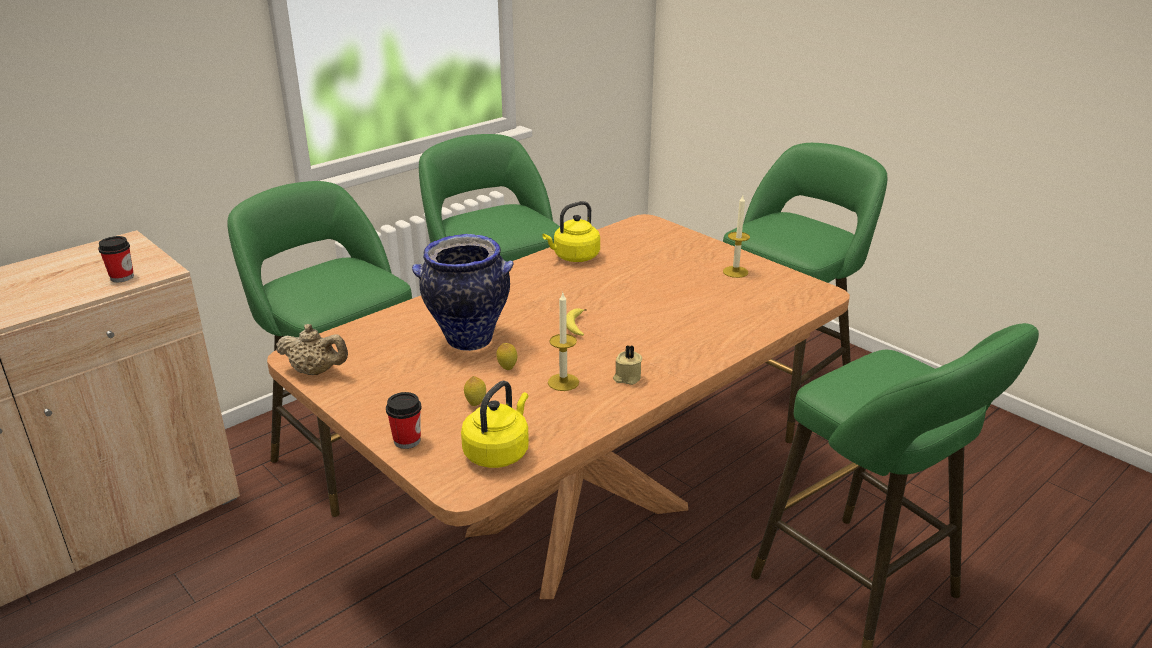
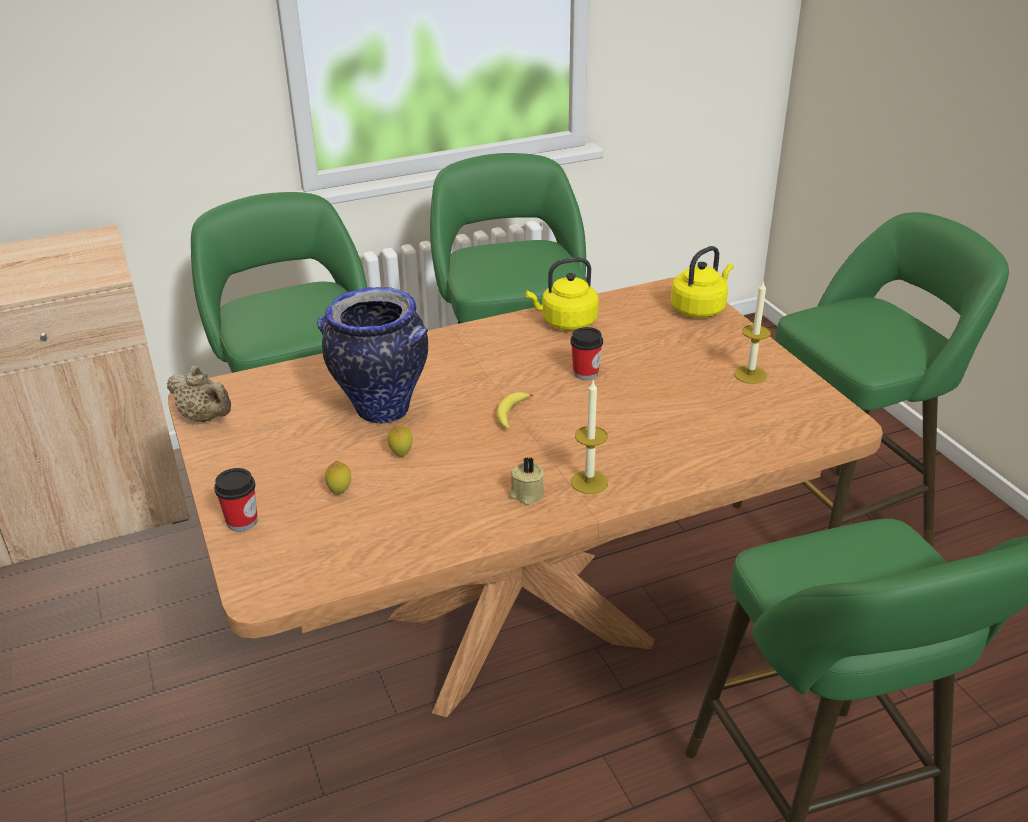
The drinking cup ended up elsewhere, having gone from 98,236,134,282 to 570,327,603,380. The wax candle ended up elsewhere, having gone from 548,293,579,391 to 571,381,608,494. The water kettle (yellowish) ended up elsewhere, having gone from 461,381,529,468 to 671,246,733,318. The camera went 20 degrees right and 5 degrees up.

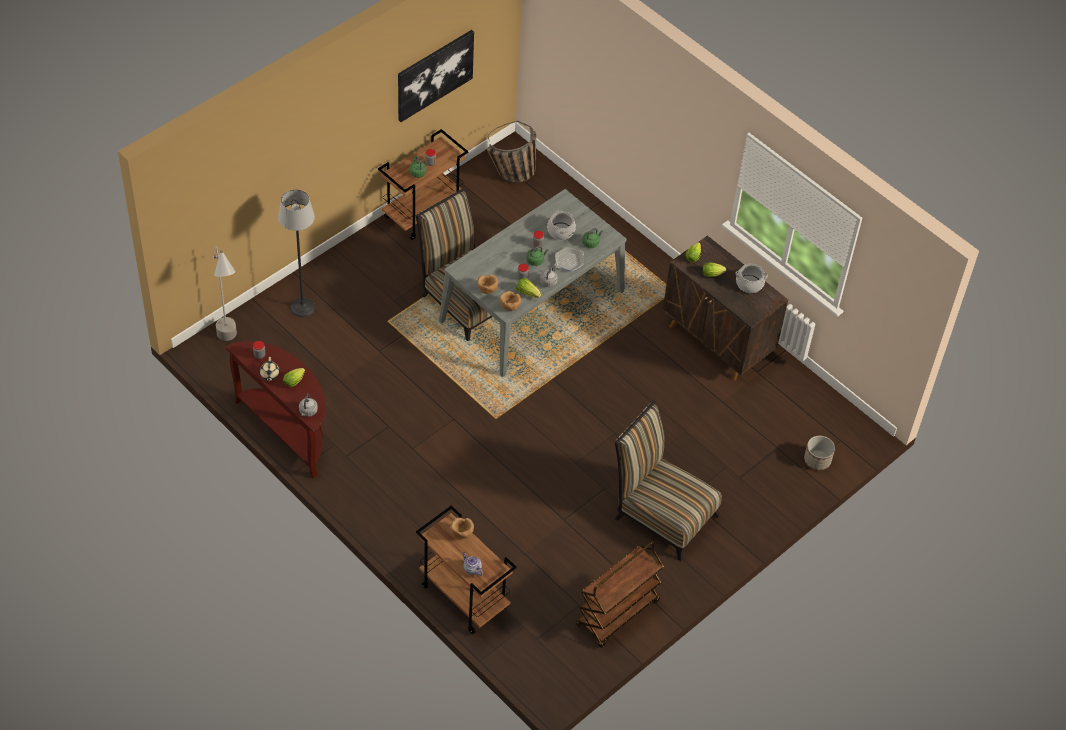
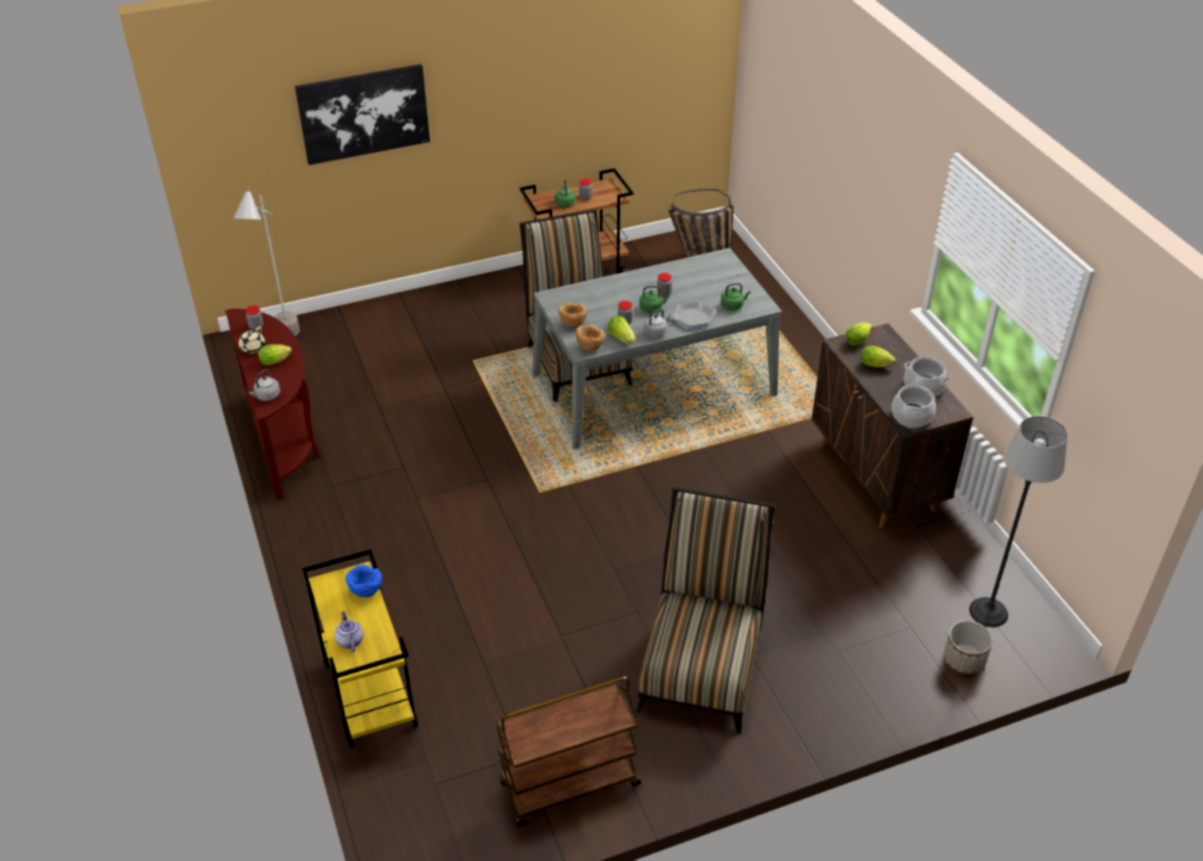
The picture ended up elsewhere, having gone from 398,30,474,122 to 295,64,430,165. The floor lamp ended up elsewhere, having gone from 278,189,315,317 to 969,416,1068,627. The cooking pot ended up elsewhere, having gone from 547,210,576,240 to 892,383,936,428. The plain chair at 615,400,722,561 ended up facing another way, 45 degrees clockwise from before. What was the wheeled cart (brown) at 416,505,517,634 turned into the wheeled cart (yellowish) at 302,550,418,748. What was the deep dish (brown) at 451,518,474,539 turned into the deep dish (bluish) at 346,565,382,597. The camera went 25 degrees right and 10 degrees down.

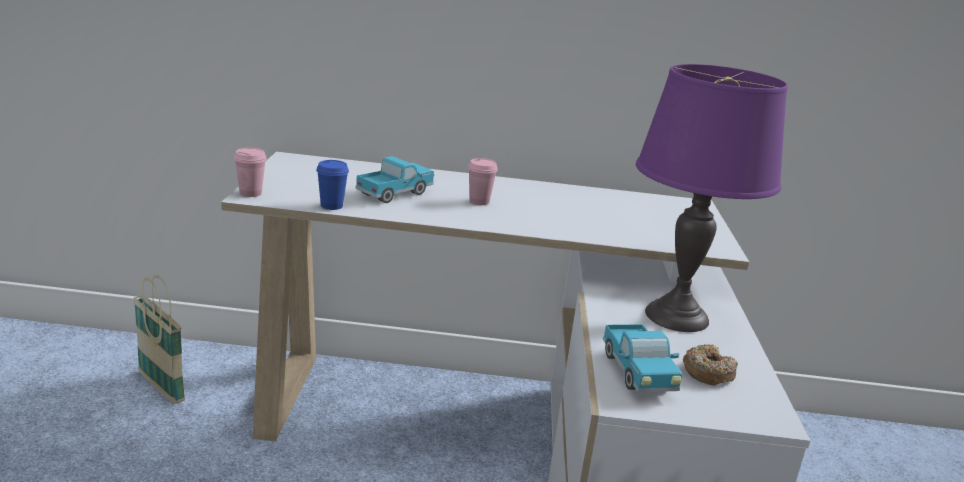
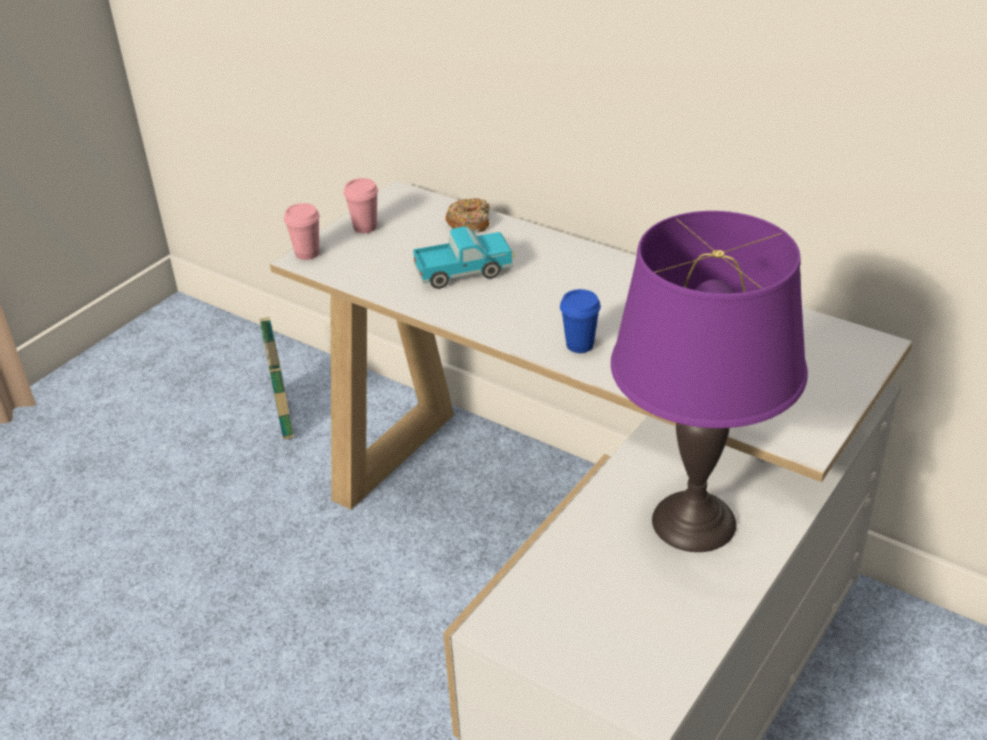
The drinking cup (pinkish) ended up elsewhere, having gone from 468,158,498,205 to 344,178,378,233. The drinking cup (bluish) ended up elsewhere, having gone from 316,160,349,210 to 560,289,601,353. The second view lost the model truck at 603,324,682,392. The doughnut ended up elsewhere, having gone from 683,344,738,386 to 446,198,490,232. The camera went 35 degrees right and 15 degrees up.

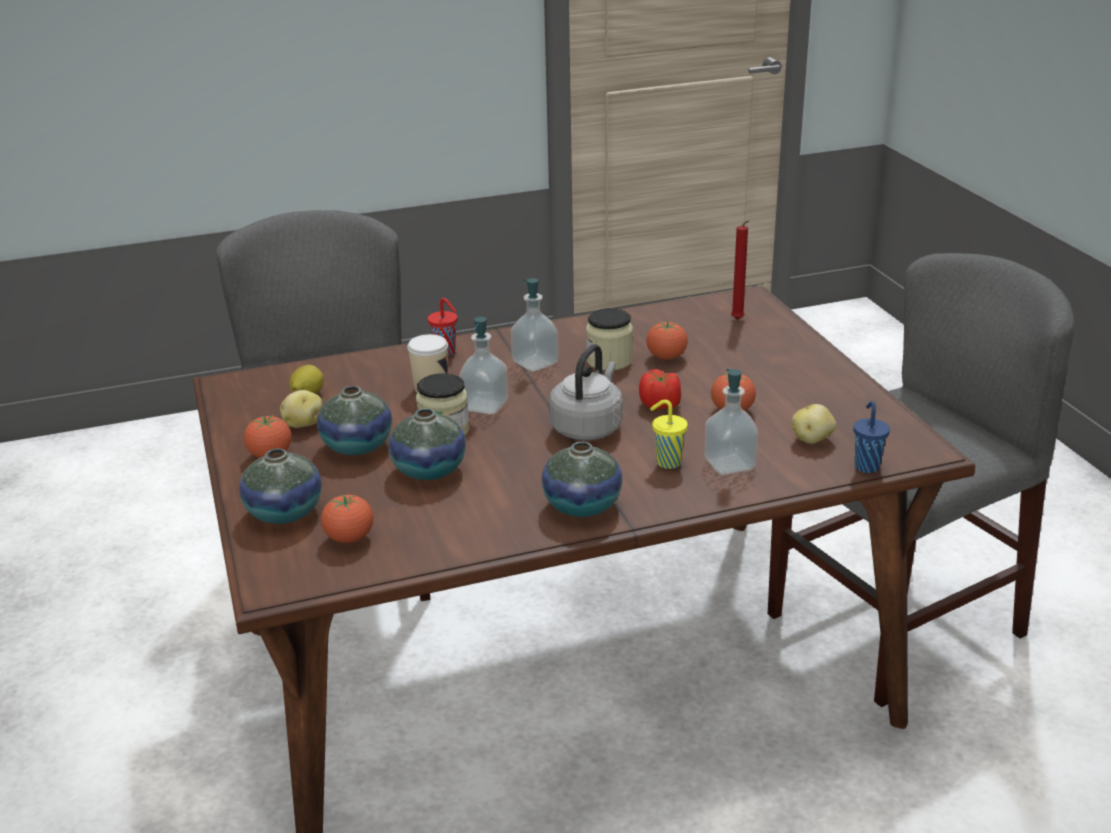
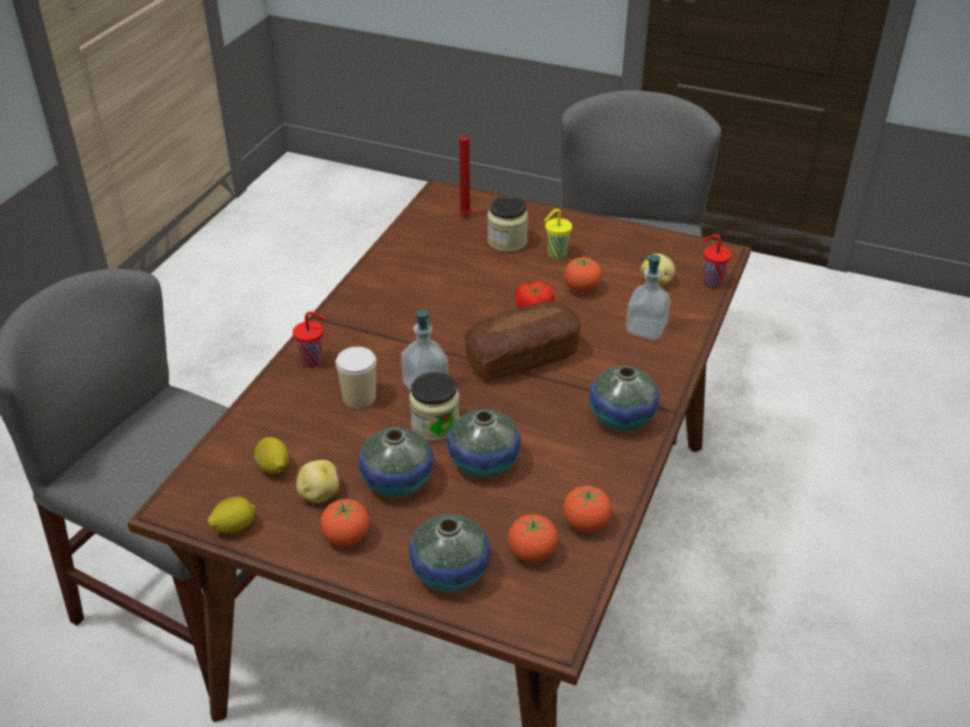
The second view lost the liquid soap bottle at 510,278,559,372. The jar ended up elsewhere, having gone from 586,308,633,371 to 487,196,528,252. The whole tomato ended up elsewhere, having gone from 646,321,688,360 to 563,486,612,533. Where the water kettle (grey) stood at 549,344,623,441, the bread came to stand at 465,301,581,380. The drinking cup (yellowish) ended up elsewhere, having gone from 650,400,688,469 to 545,209,572,259. What was the drinking cup (bluish) at 853,401,890,473 turned into the drinking cup (red-coloured) at 703,234,732,288. The second view gained the citrus fruit at 207,497,256,534. The camera went 50 degrees left and 10 degrees up.

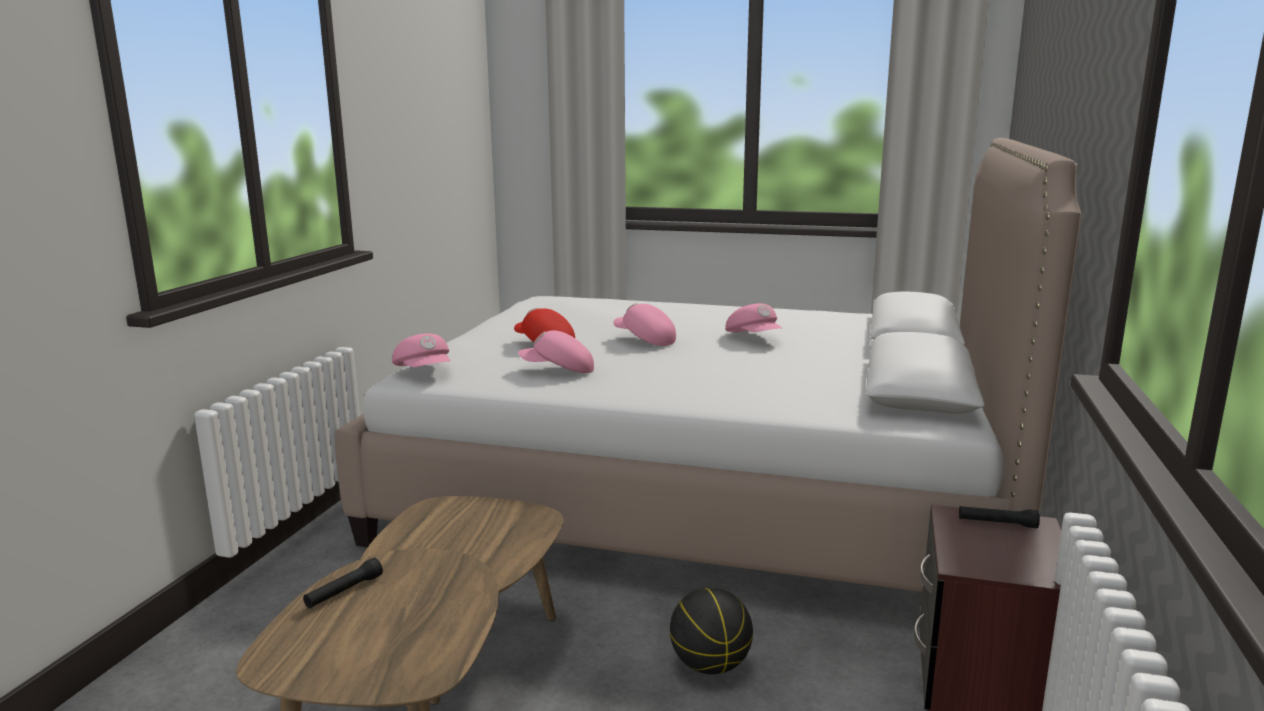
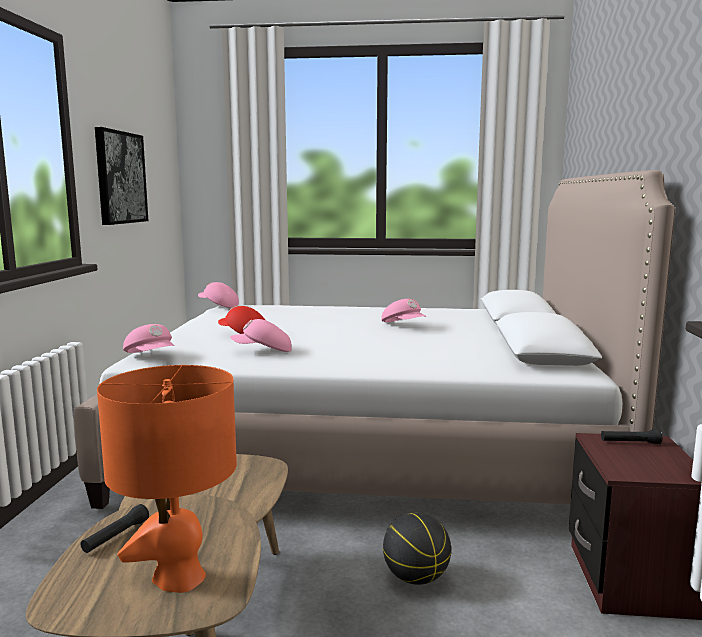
The baseball cap (pinkish) ended up elsewhere, having gone from 613,303,676,346 to 198,282,239,308. The second view gained the picture at 95,127,148,225. The second view gained the lamp for a table (orangey) at 97,365,237,593. The camera went 10 degrees left and 5 degrees down.

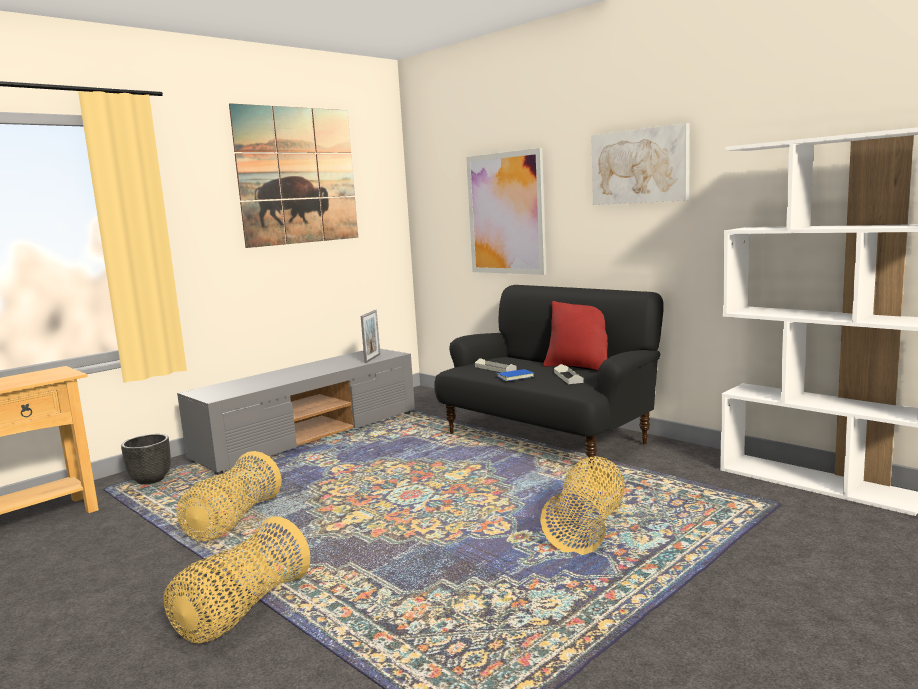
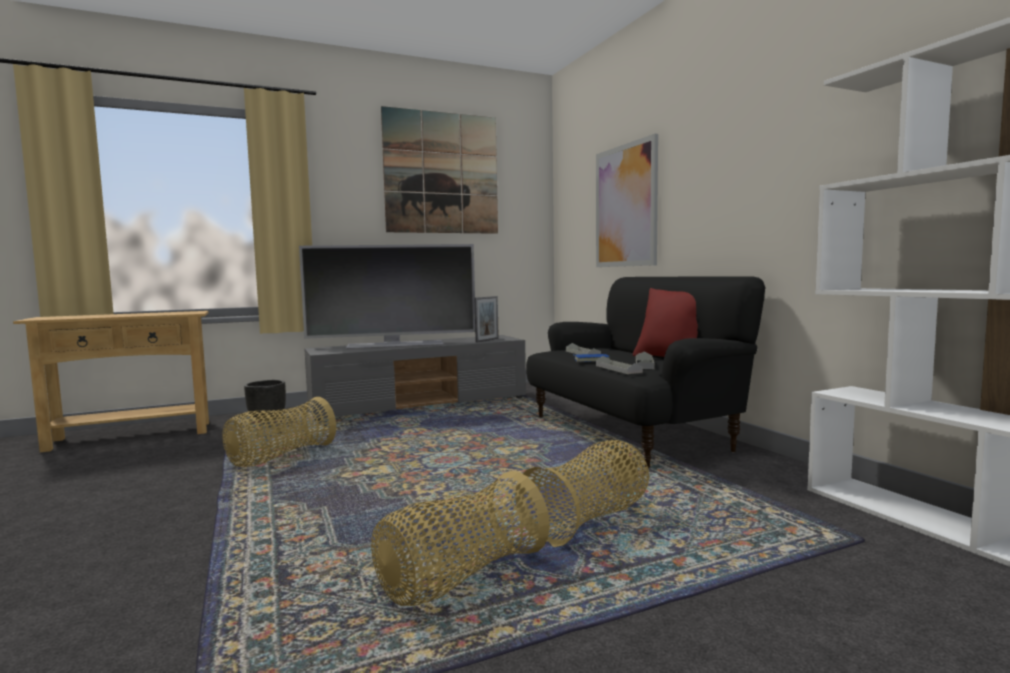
The second view lost the picture at 591,123,690,205. The household basket ended up elsewhere, having gone from 163,516,310,643 to 371,471,550,606. The second view gained the television at 299,244,475,349. The second view gained the carrying tray (grey) at 596,356,643,374. The camera went 20 degrees right and 5 degrees down.

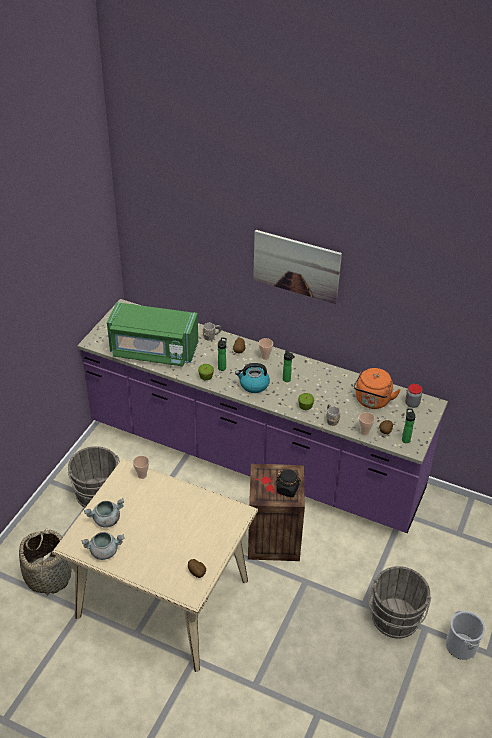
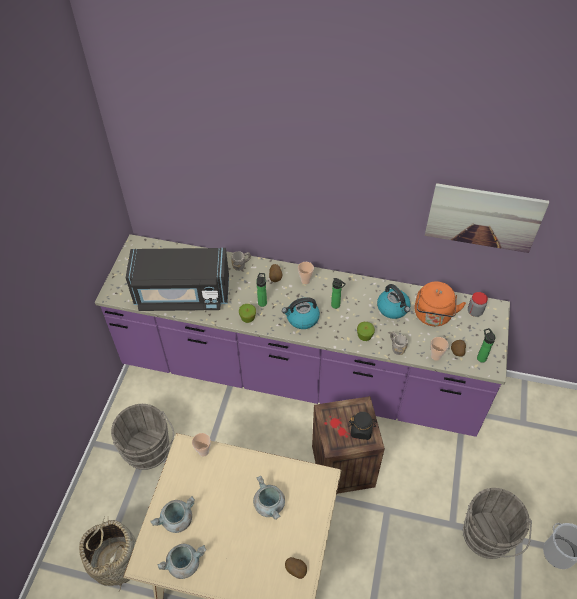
The picture ended up elsewhere, having gone from 253,230,342,304 to 425,183,549,253. What was the microwave (green) at 107,302,198,366 turned into the microwave (black) at 126,248,229,311. The second view gained the water kettle at 377,284,410,319. The second view gained the cooking pot (grey) at 253,476,285,520. The camera went 10 degrees left and 10 degrees up.

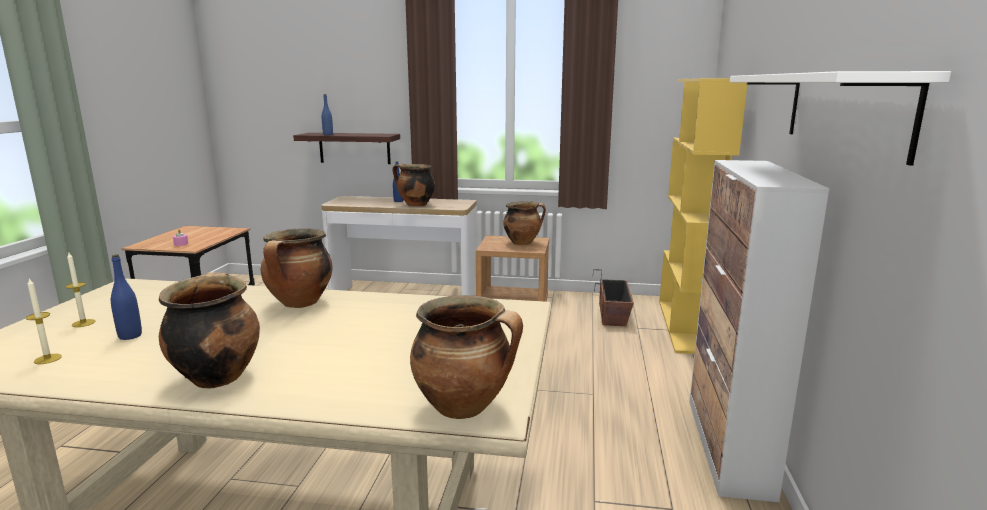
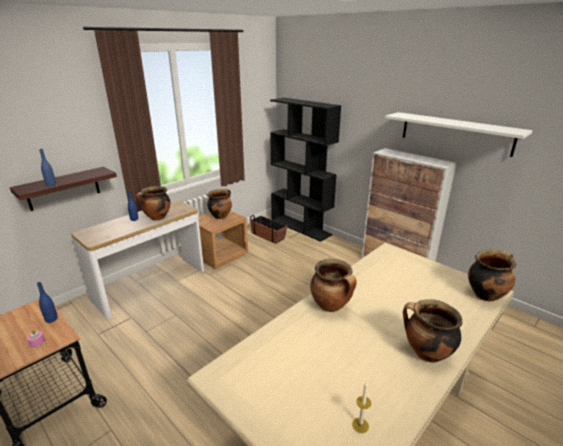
What was the bookcase (yellowish) at 659,78,747,354 turned into the bookcase (black) at 270,98,341,242. The second view lost the wax candle at 65,253,96,327. The bottle (bluish) ended up elsewhere, having gone from 111,254,142,340 to 37,282,58,323. The camera went 55 degrees left and 10 degrees up.

